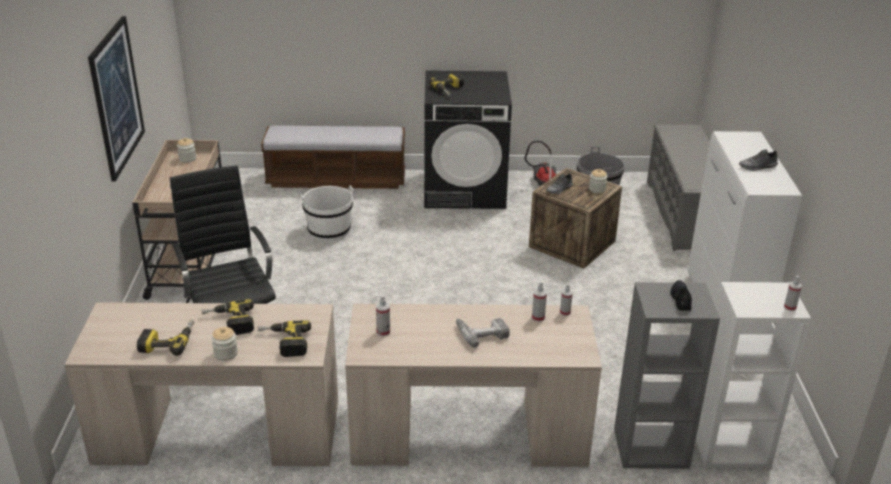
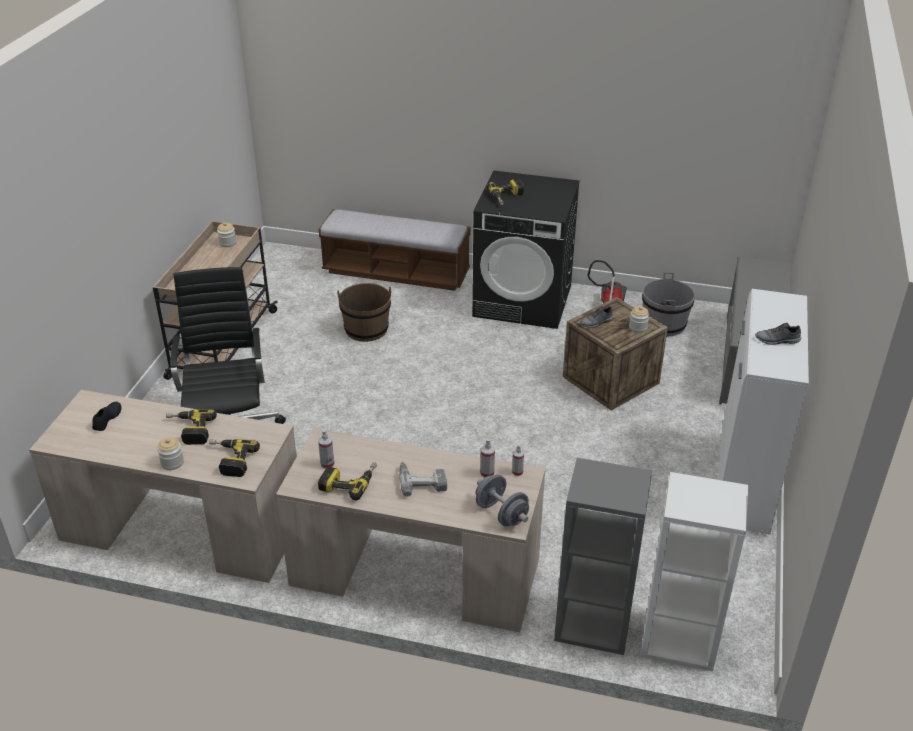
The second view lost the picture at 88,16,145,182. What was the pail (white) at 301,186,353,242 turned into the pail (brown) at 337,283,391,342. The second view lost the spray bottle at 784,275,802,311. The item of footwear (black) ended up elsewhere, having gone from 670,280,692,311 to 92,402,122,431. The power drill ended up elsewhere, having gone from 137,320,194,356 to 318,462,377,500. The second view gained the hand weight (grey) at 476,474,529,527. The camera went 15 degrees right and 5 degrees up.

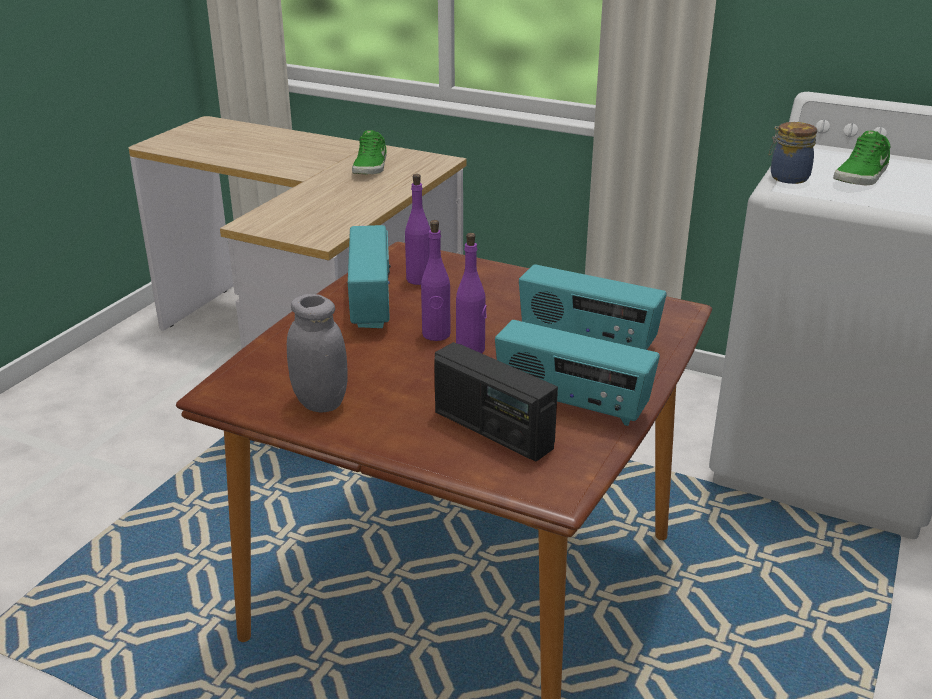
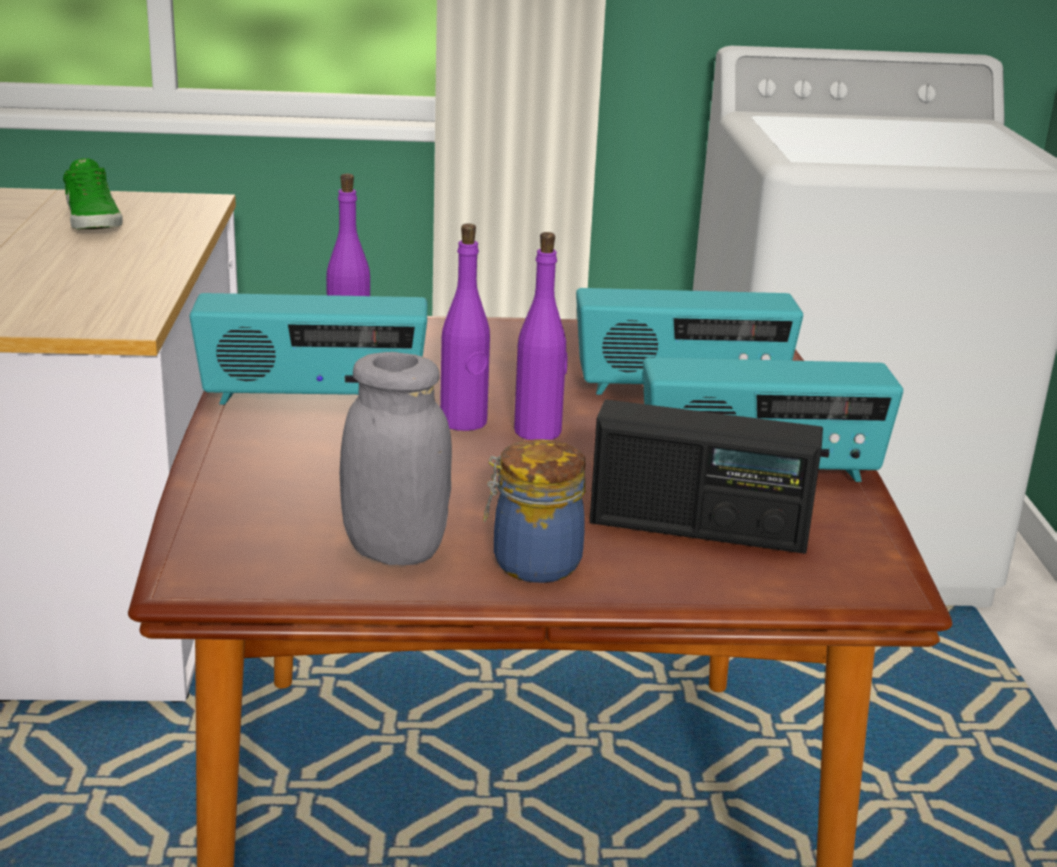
The jar ended up elsewhere, having gone from 769,122,817,184 to 484,439,585,583. The second view lost the item of footwear (green) at 833,131,890,185. The radio at 348,225,391,328 ended up facing another way, 120 degrees clockwise from before. The camera went 30 degrees left and 5 degrees down.

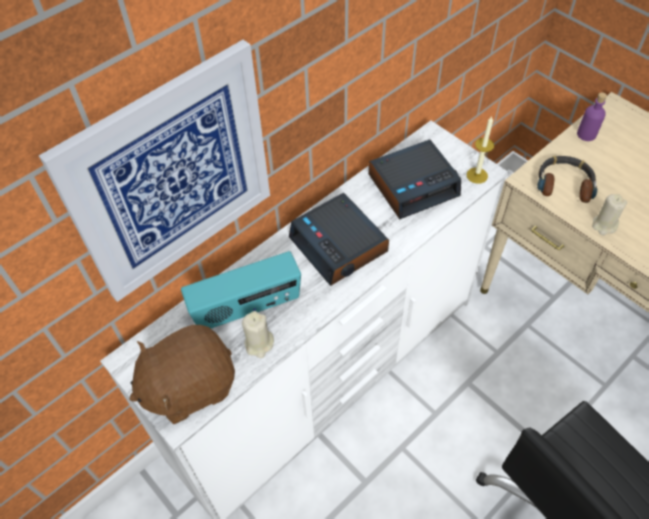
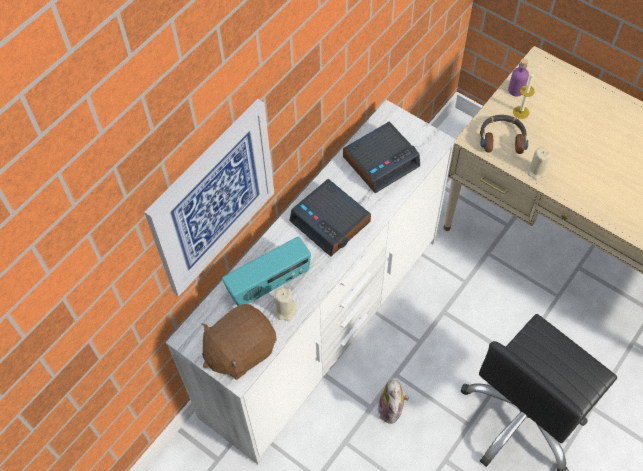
The wax candle ended up elsewhere, having gone from 466,116,494,184 to 513,72,535,119. The second view gained the soft toy at 378,378,409,424. The camera went 10 degrees left and 5 degrees up.

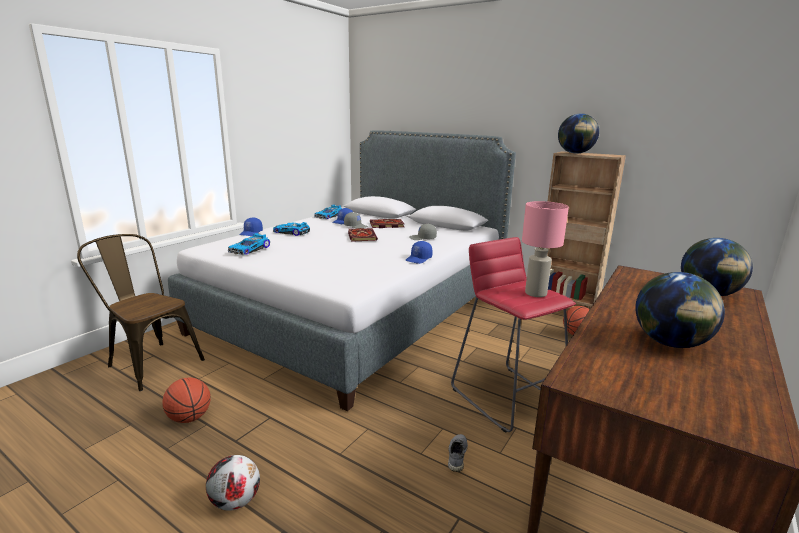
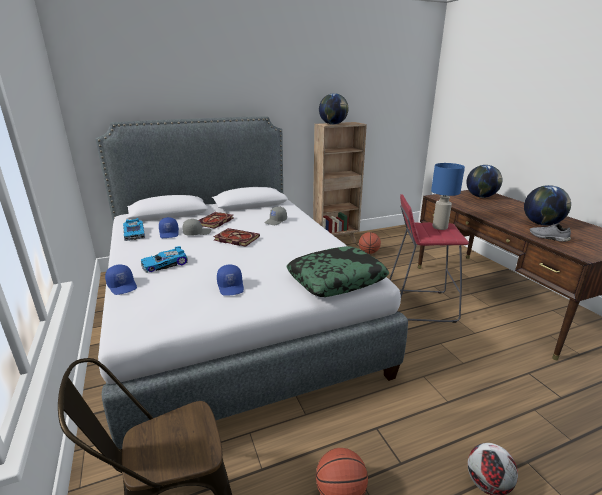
What was the lamp for a table (pinkish) at 522,201,569,297 turned into the lamp for a table (bluish) at 431,163,465,230. The second view lost the model car at 228,233,270,255. The baseball cap (bluish) ended up elsewhere, having gone from 406,241,432,264 to 217,265,244,296. The item of footwear (grey) ended up elsewhere, having gone from 448,434,468,472 to 530,223,571,242. The second view gained the throw pillow at 286,246,389,297. The camera went 55 degrees left and 5 degrees up.

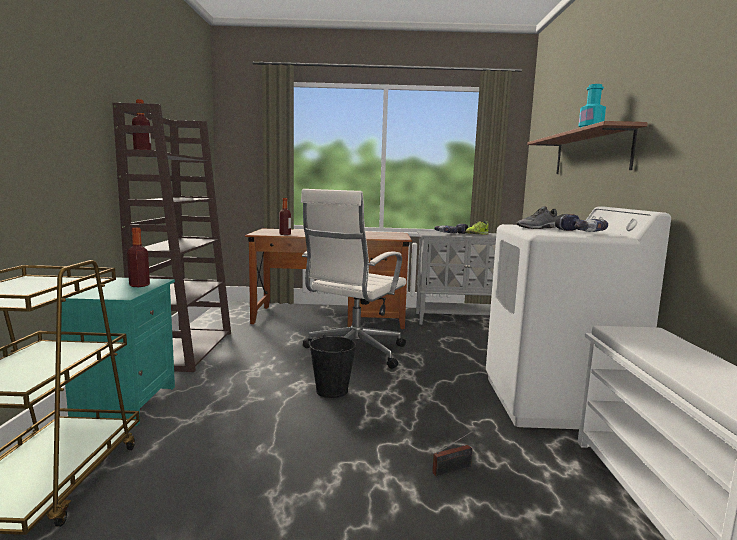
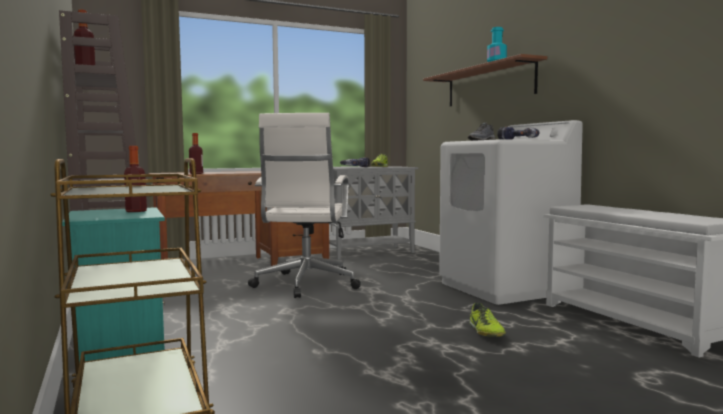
The second view lost the pail (black) at 309,335,356,398. Where the radio stood at 433,430,475,477, the item of footwear came to stand at 469,303,506,337. The camera went 25 degrees left and 5 degrees down.

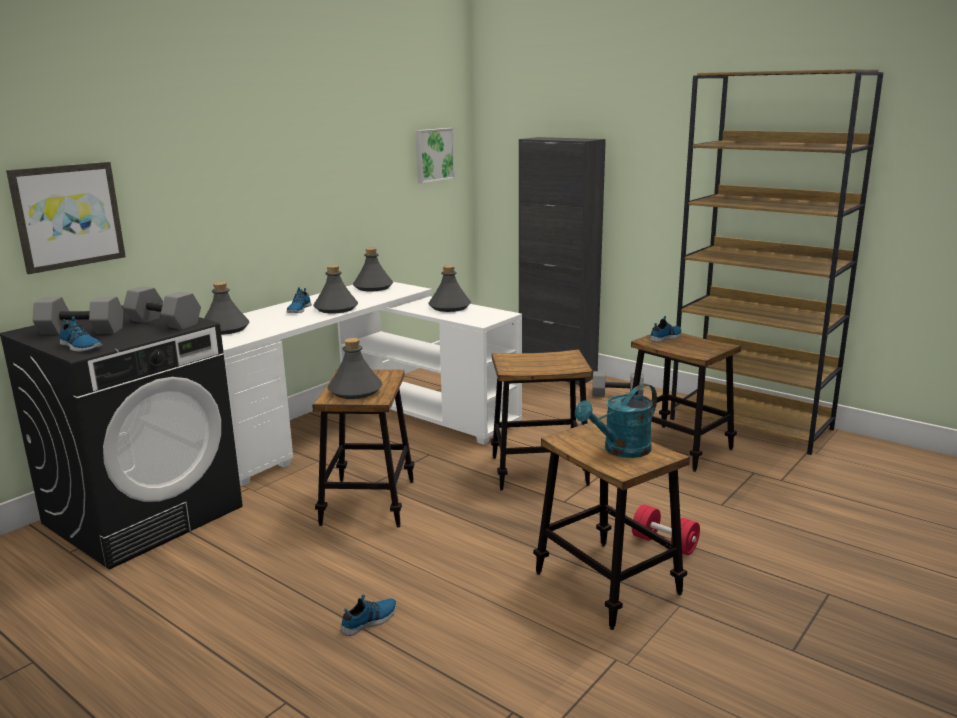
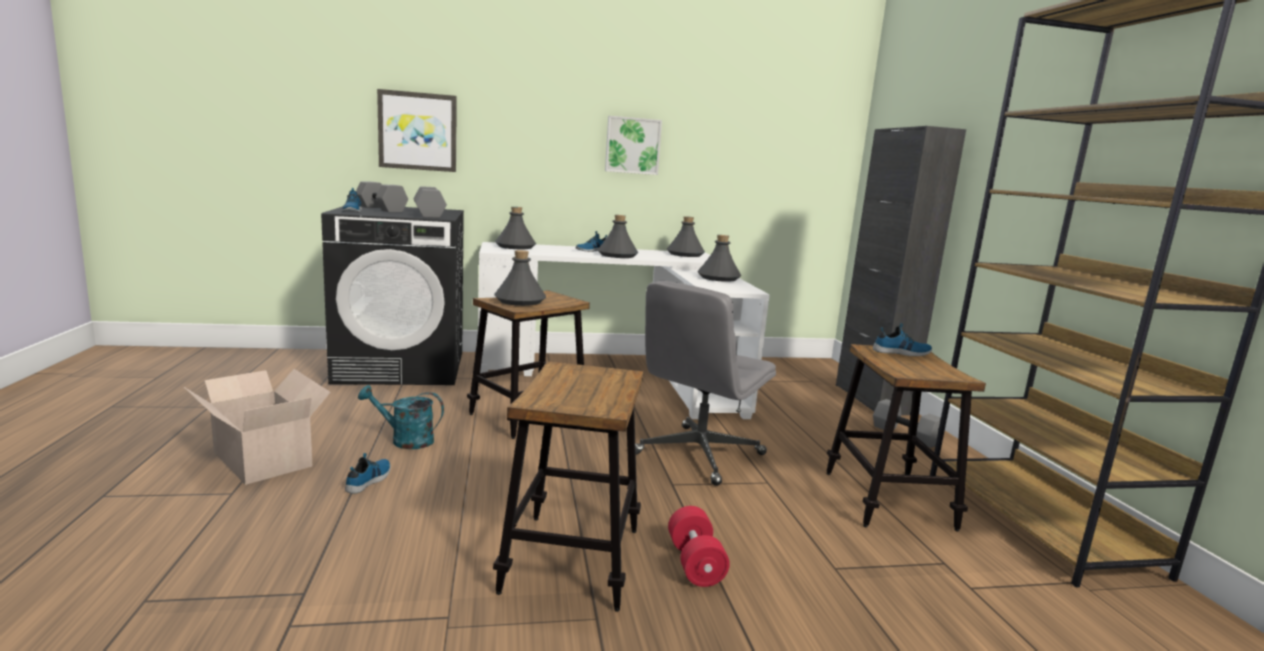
The picture ended up elsewhere, having gone from 416,128,455,183 to 605,116,662,175. Where the stool seat stood at 491,349,593,491, the office chair (grey) came to stand at 635,281,776,486. The watering pot (turquoise) ended up elsewhere, having gone from 575,384,657,458 to 358,385,444,449. The item of footwear at 341,594,397,636 ended up facing another way, 75 degrees counterclockwise from before. The second view gained the cardboard box at 184,369,331,485. The camera went 40 degrees right and 5 degrees down.

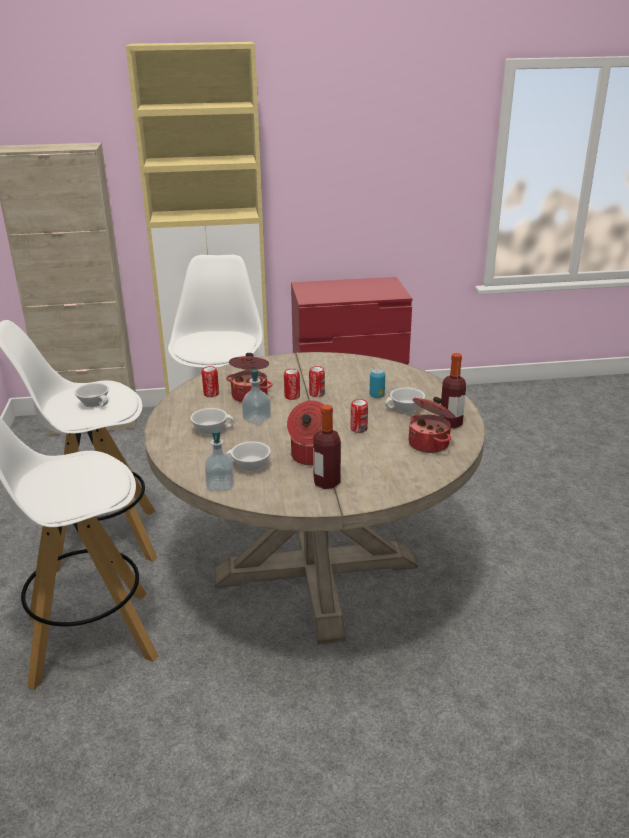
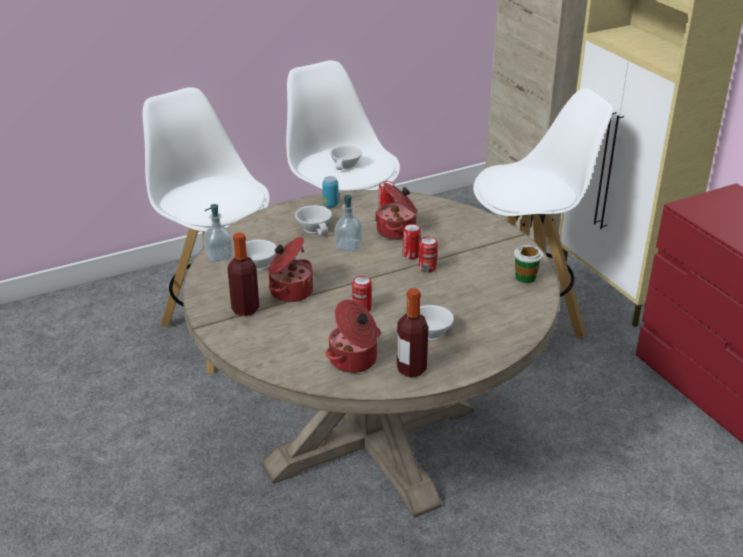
The can ended up elsewhere, having gone from 370,368,385,398 to 322,176,339,207. The second view gained the drinking cup at 514,245,543,283. The camera went 70 degrees right and 5 degrees up.

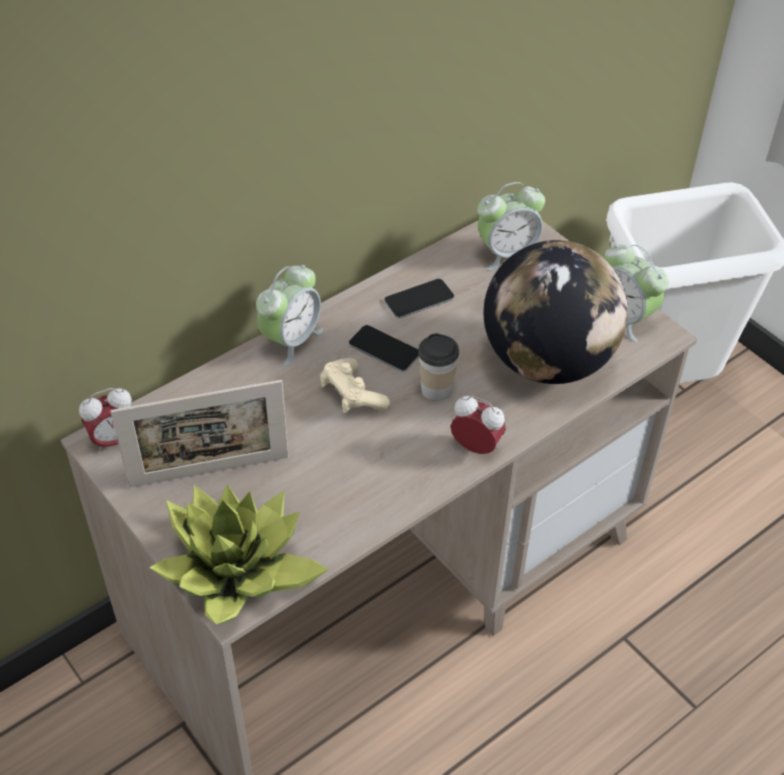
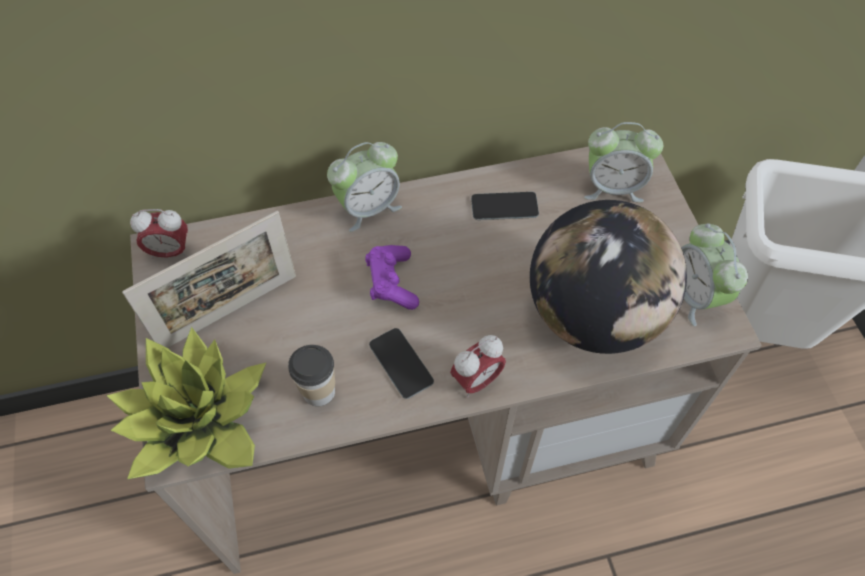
The telephone ended up elsewhere, having gone from 349,325,419,372 to 369,328,434,399. The drinking cup ended up elsewhere, having gone from 418,333,459,401 to 288,345,335,406. What was the game controller (beige-coloured) at 320,358,390,413 turned into the game controller (purplish) at 365,245,419,310. The photo frame at 111,380,289,488 ended up facing another way, 45 degrees counterclockwise from before. The table clock at 450,396,506,454 ended up facing another way, 90 degrees clockwise from before. The camera went 25 degrees right and 10 degrees up.

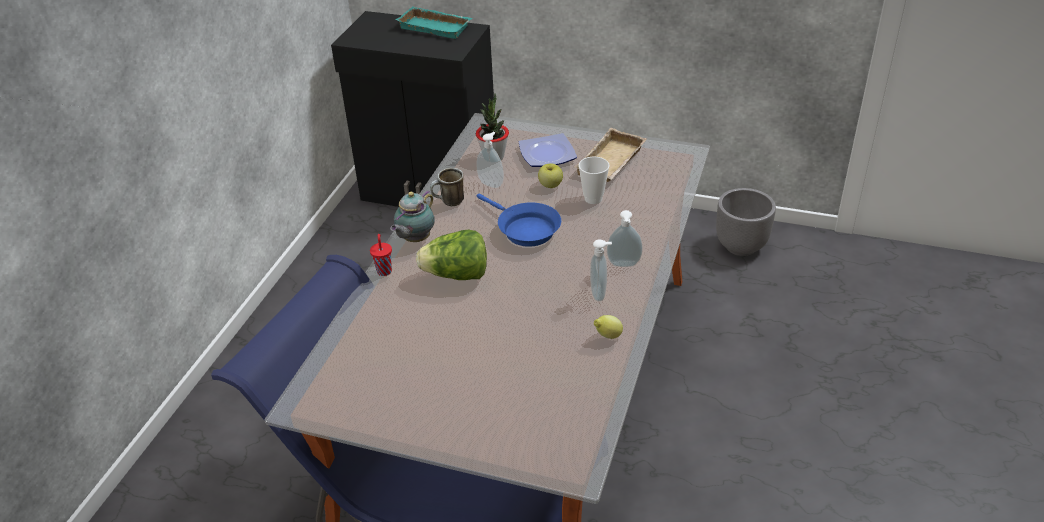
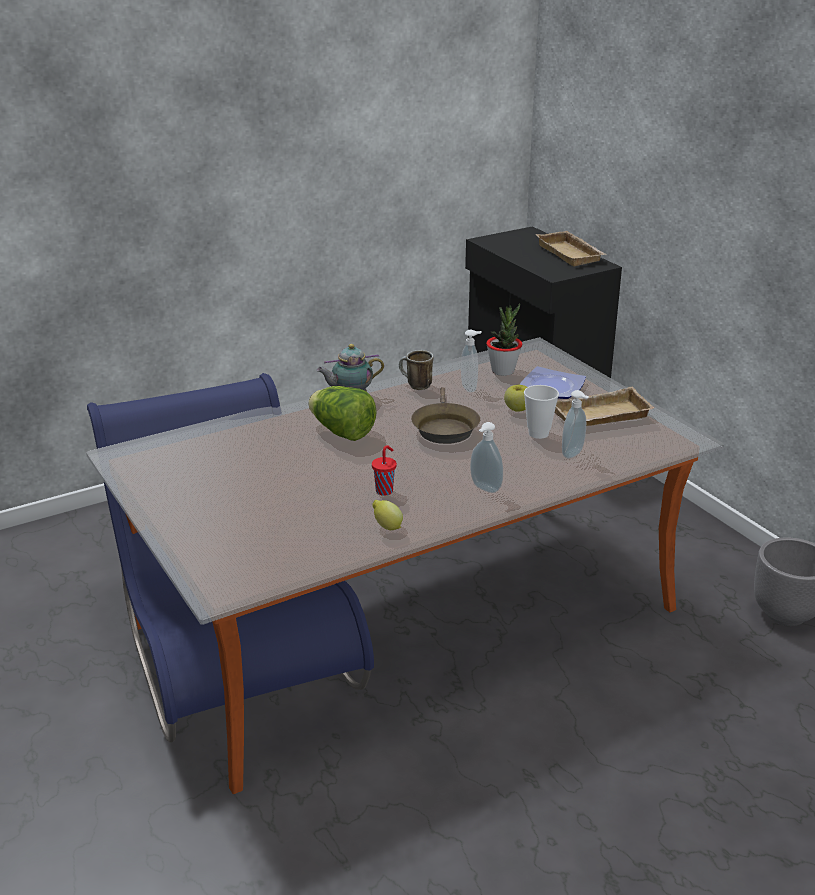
What was the carrying tray (turquoise) at 395,6,473,39 turned into the carrying tray (beige-coloured) at 535,231,607,267. What was the pan (bluish) at 477,194,561,247 turned into the pan (brown) at 411,387,480,444. The drinking cup (red-coloured) ended up elsewhere, having gone from 370,234,392,276 to 372,445,397,496. The liquid soap bottle ended up elsewhere, having gone from 590,239,612,301 to 562,390,589,458. The camera went 40 degrees right and 10 degrees down.

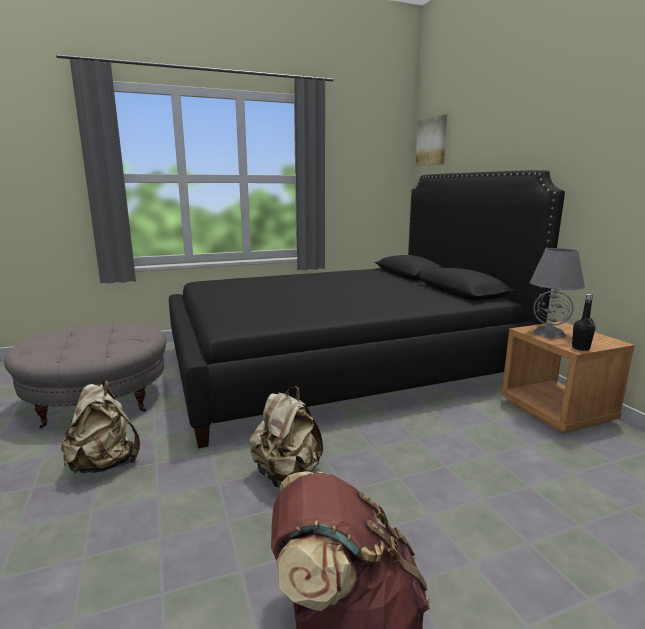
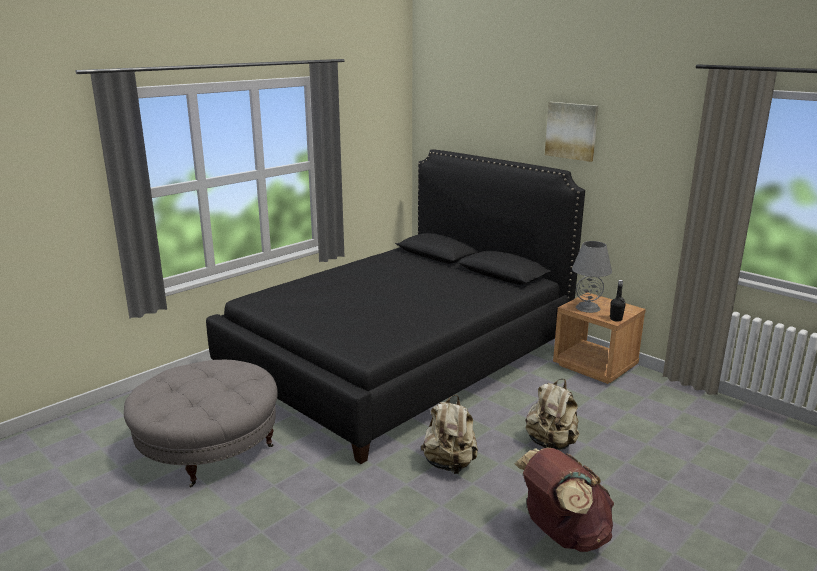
The picture ended up elsewhere, having gone from 416,114,447,166 to 545,102,598,162. The knapsack (beige-coloured) ended up elsewhere, having gone from 61,381,140,474 to 525,379,579,450. The camera went 25 degrees left and 5 degrees up.

